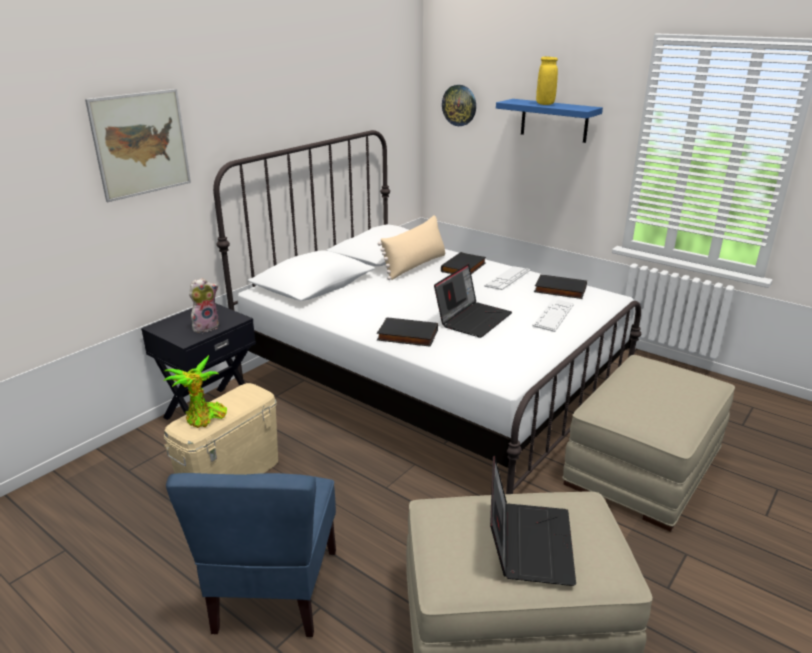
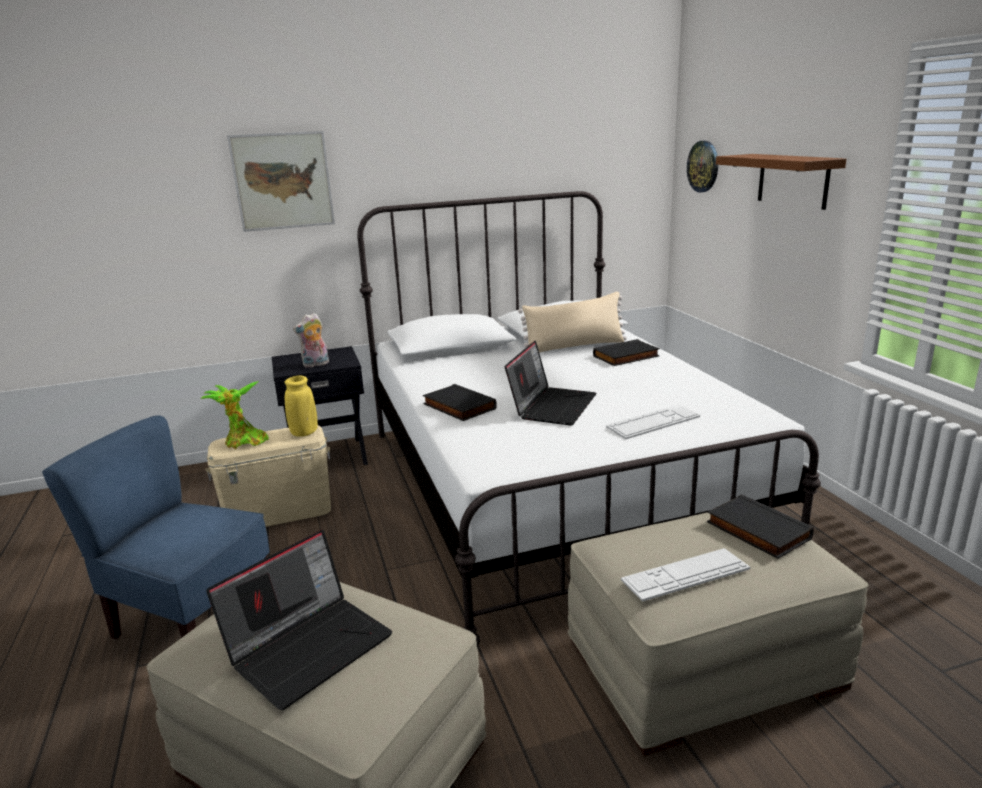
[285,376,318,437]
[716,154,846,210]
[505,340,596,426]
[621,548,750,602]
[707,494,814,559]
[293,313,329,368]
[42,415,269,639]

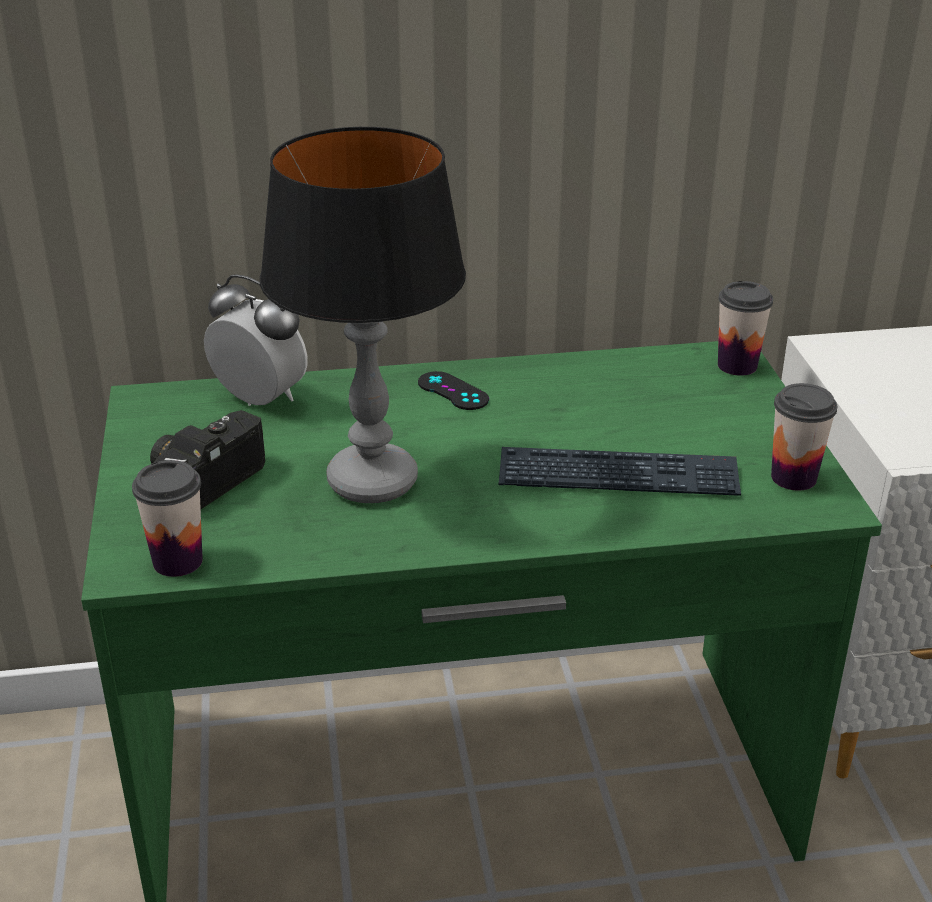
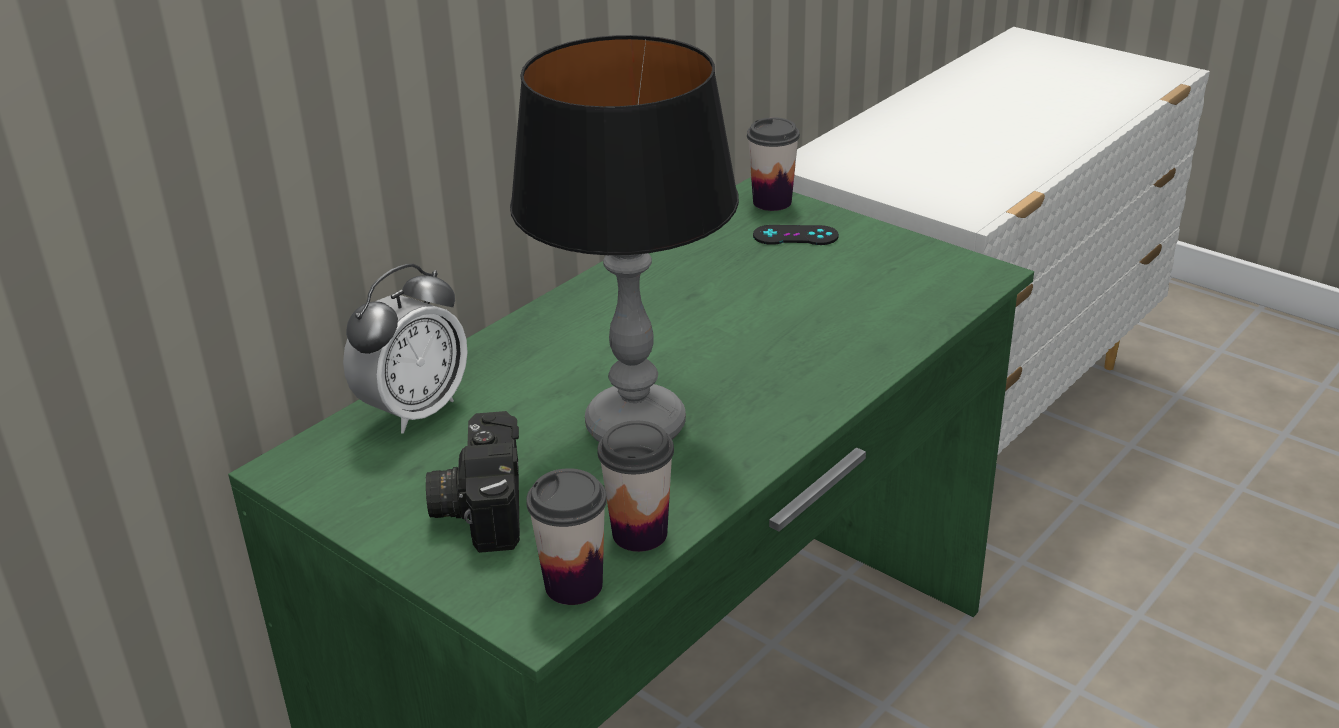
[343,263,468,434]
[753,225,839,245]
[598,421,674,552]
[499,447,741,496] (first image)

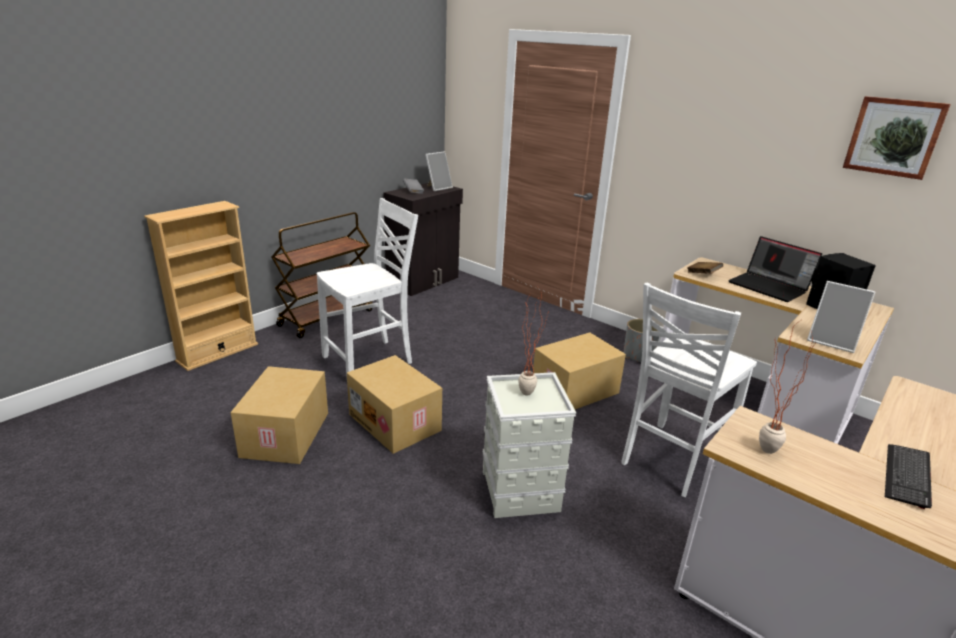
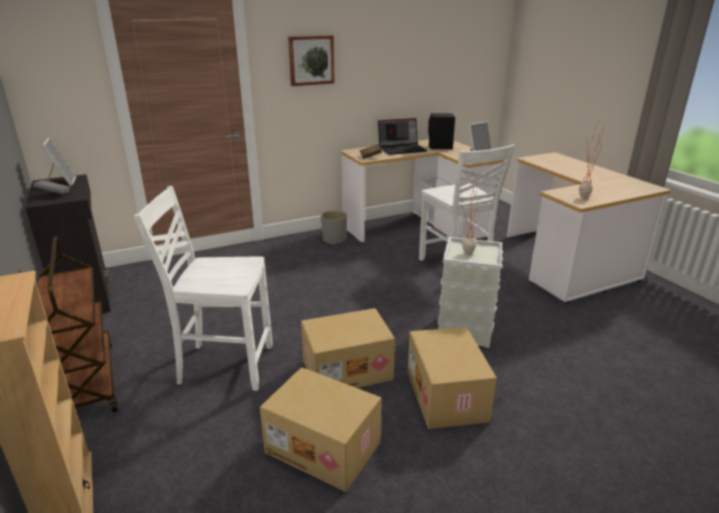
[288,35,335,86]
[134,186,273,391]
[408,327,497,429]
[885,444,932,509] (first image)

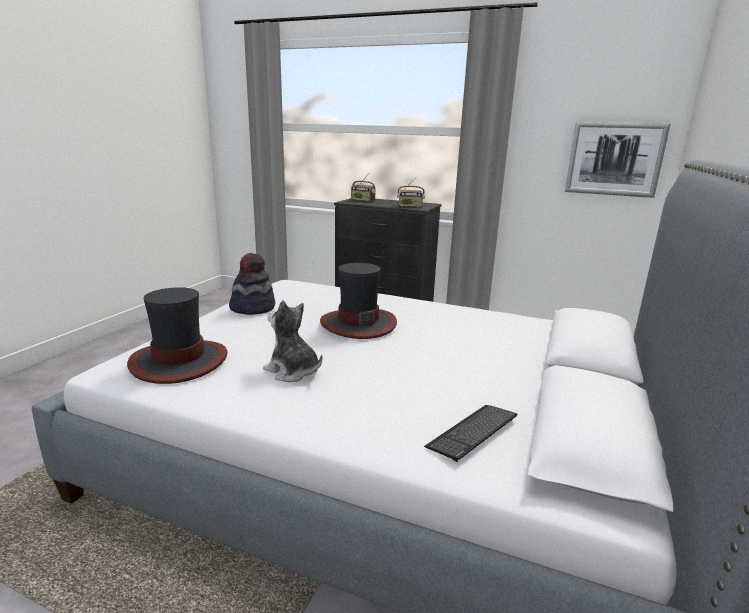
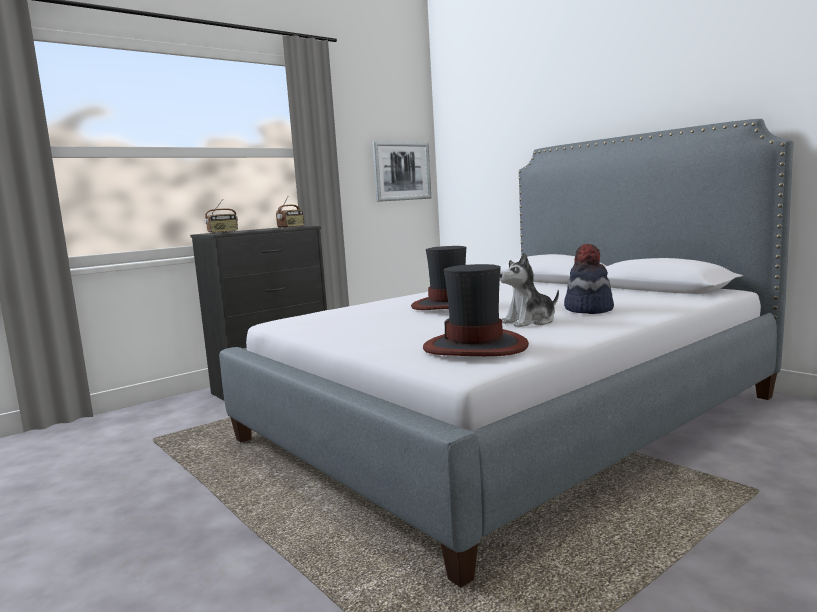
[564,244,614,314]
[424,405,517,462] (first image)

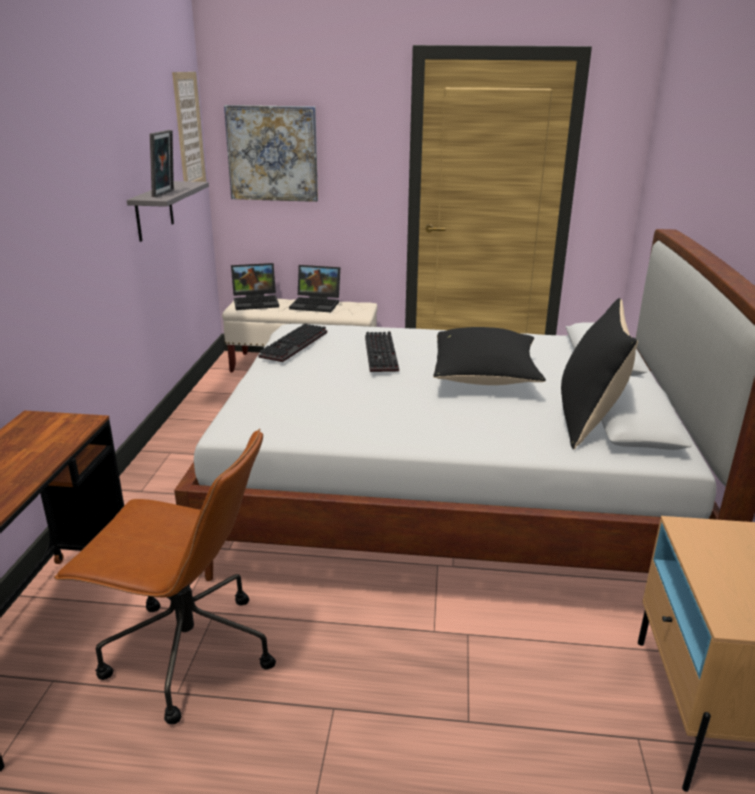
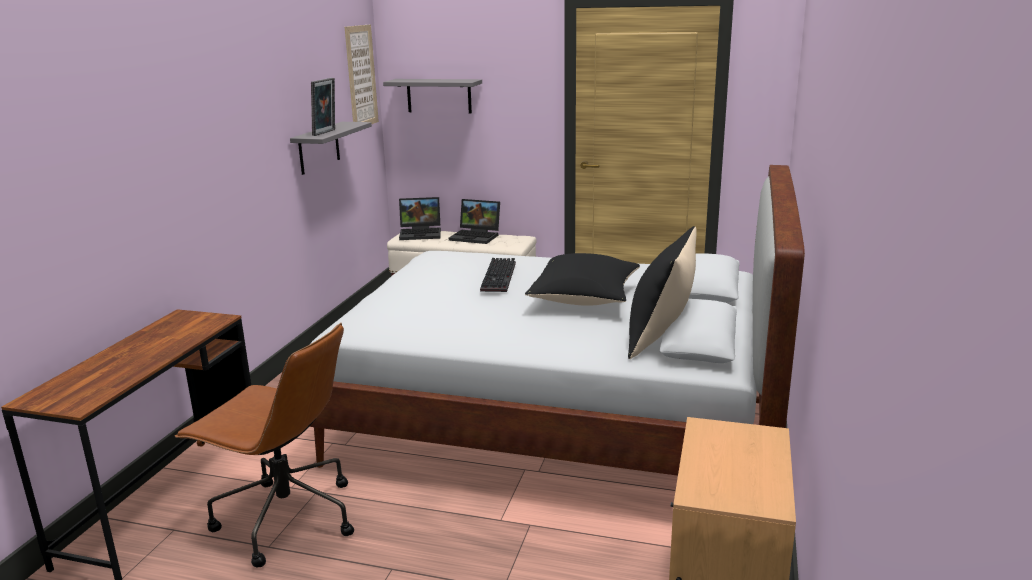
[383,79,482,113]
[258,323,327,362] (first image)

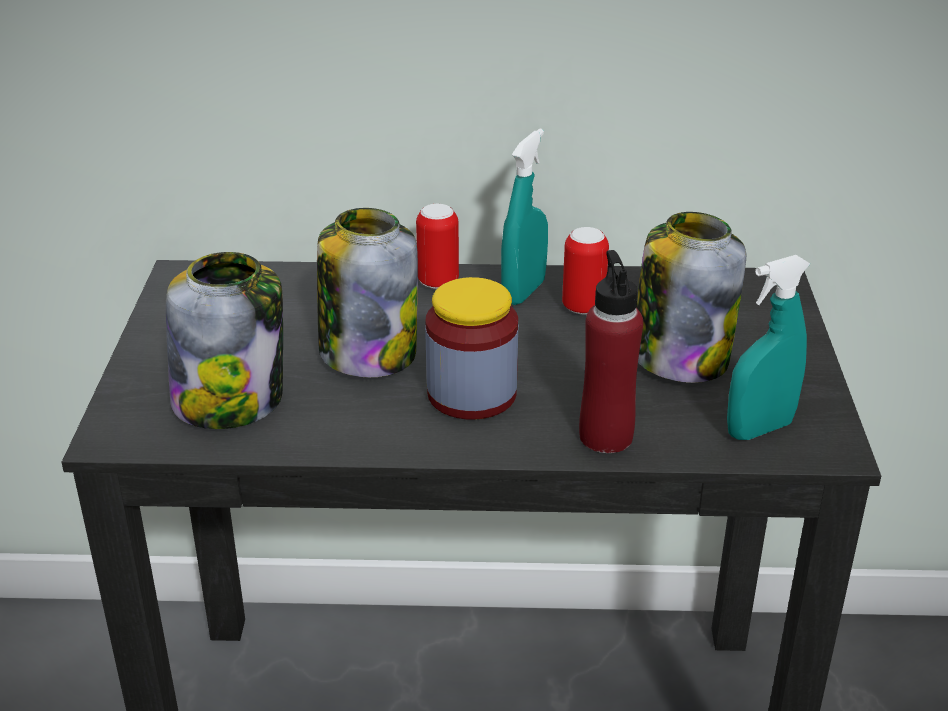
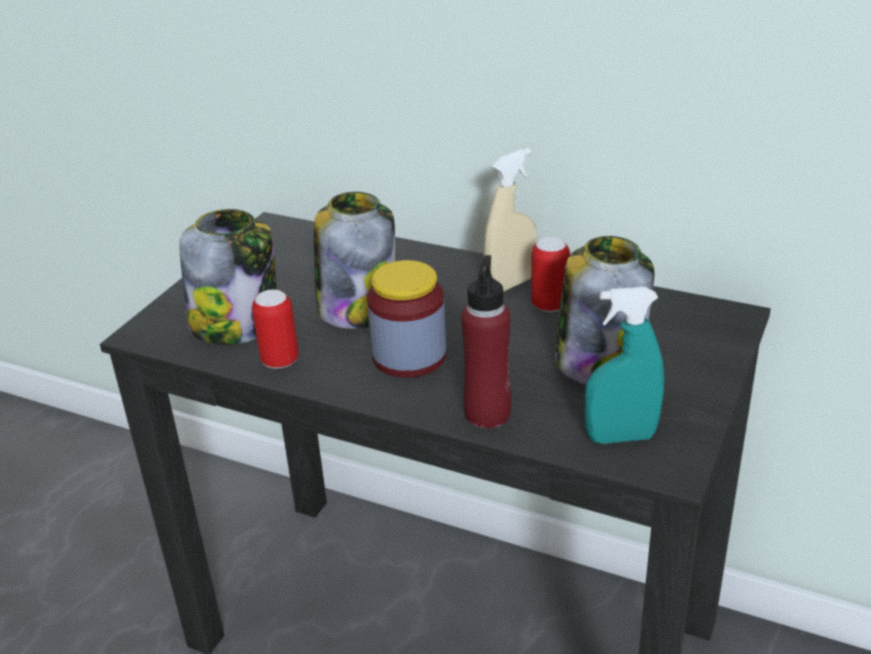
[484,148,536,292]
[252,289,299,369]

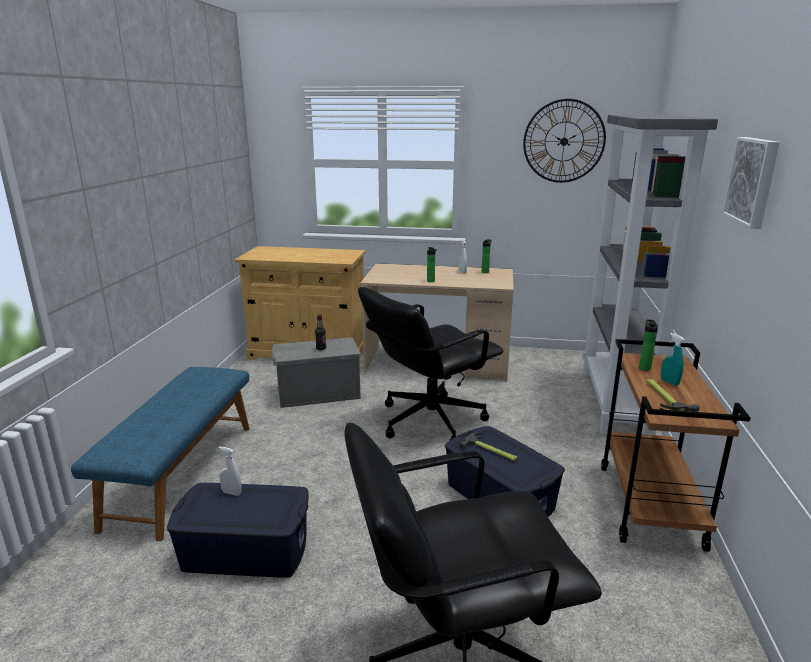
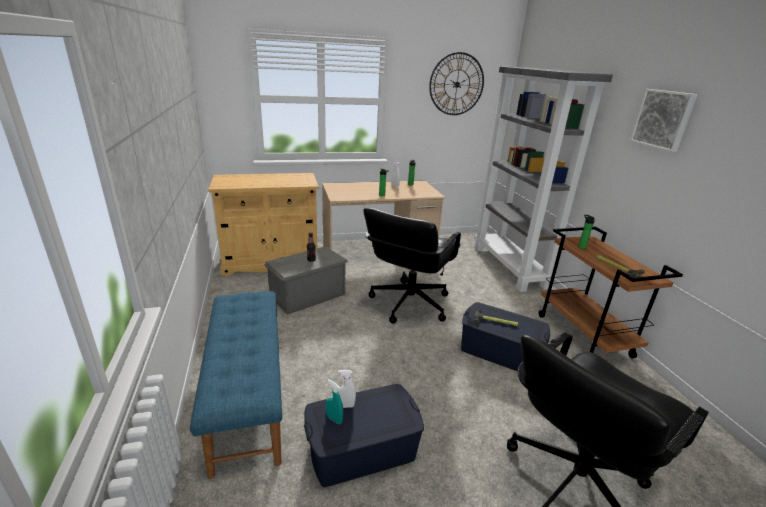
[326,379,343,424]

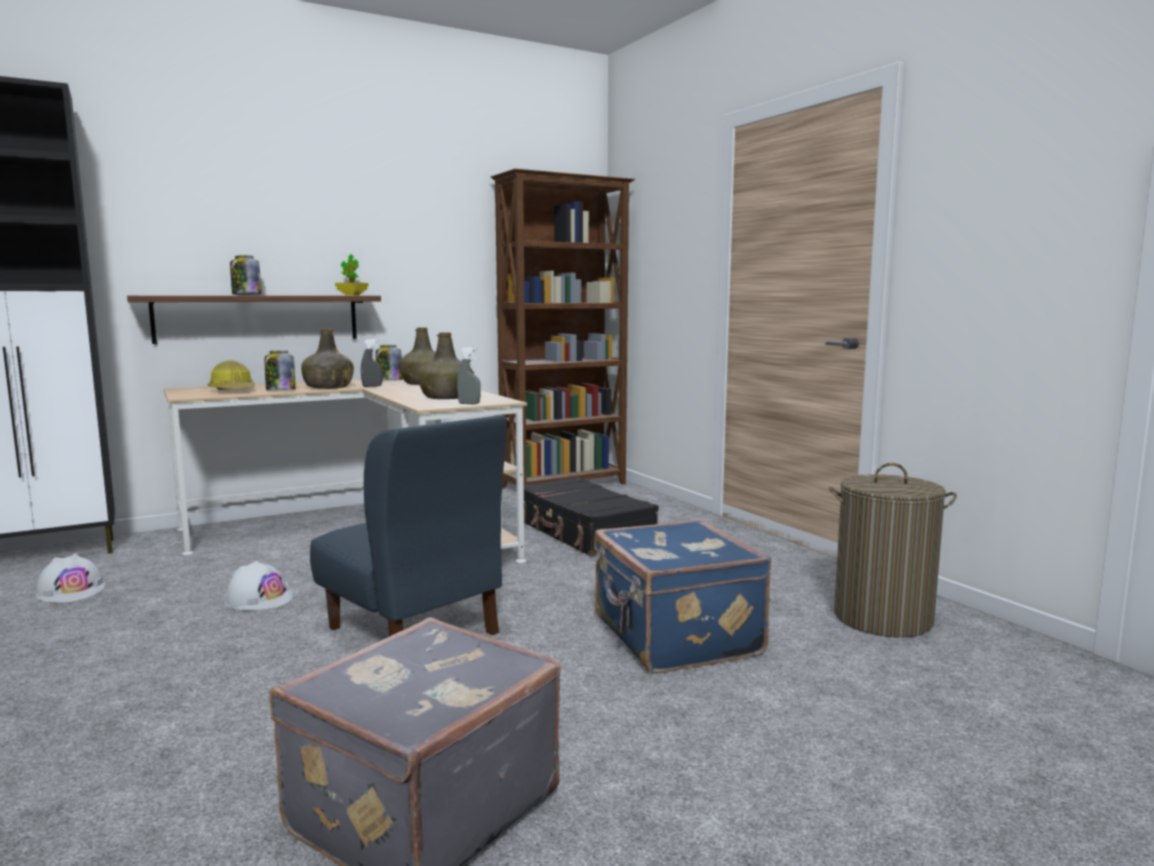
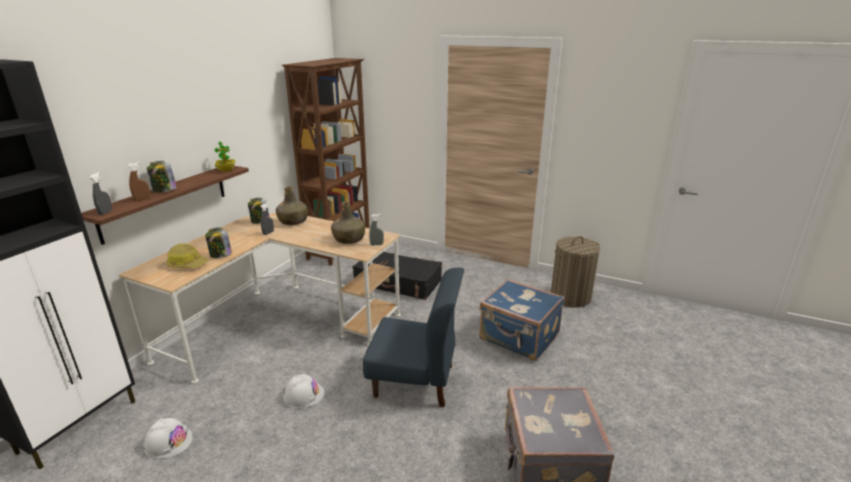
[301,328,354,389] (first image)
[128,162,150,201]
[90,172,112,215]

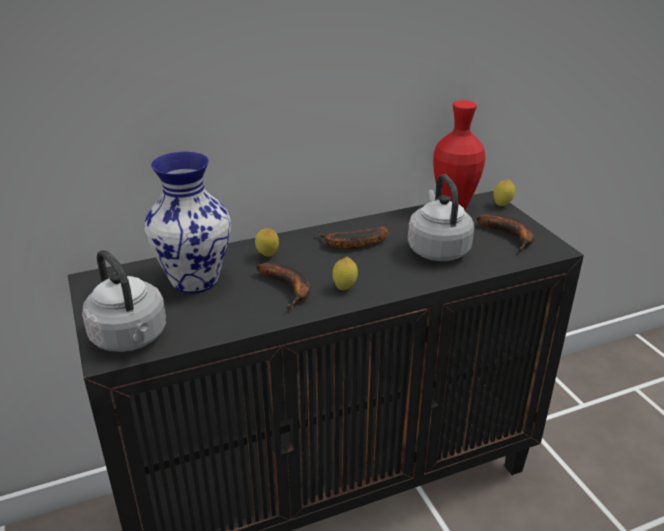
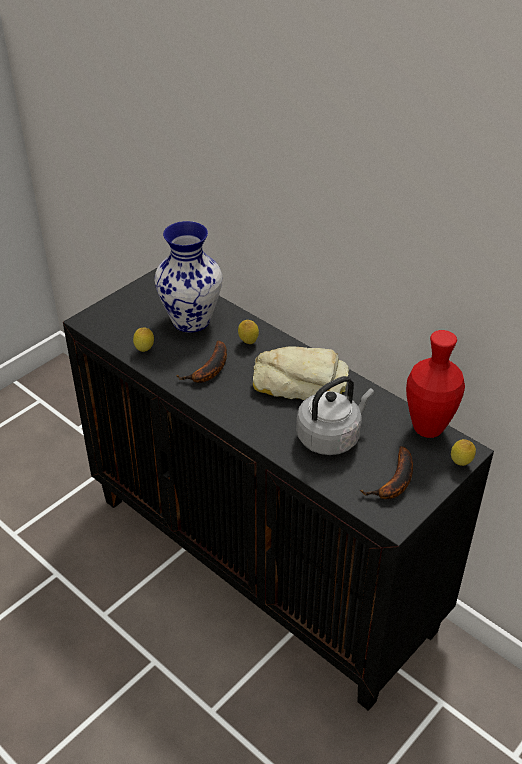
[253,346,349,400]
[82,250,166,352] (first image)
[133,328,154,352]

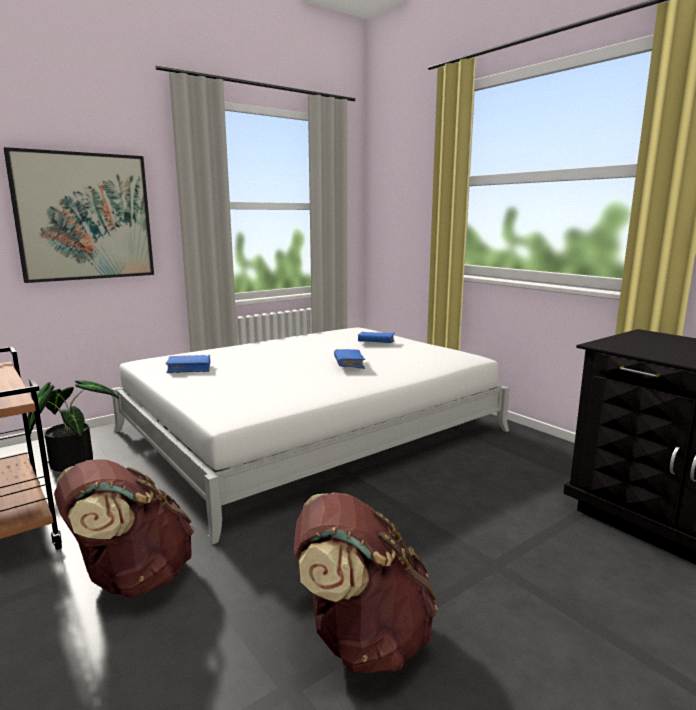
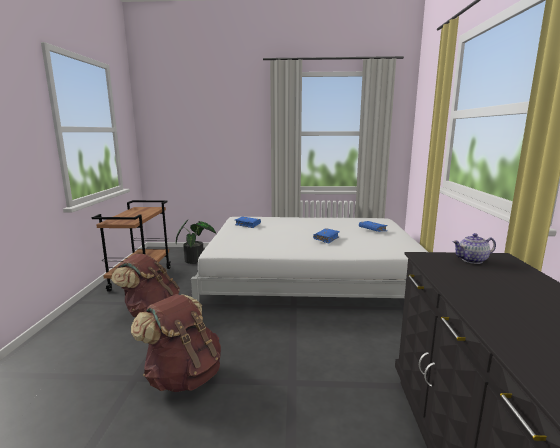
[4,147,154,283] (first image)
[453,233,496,264]

